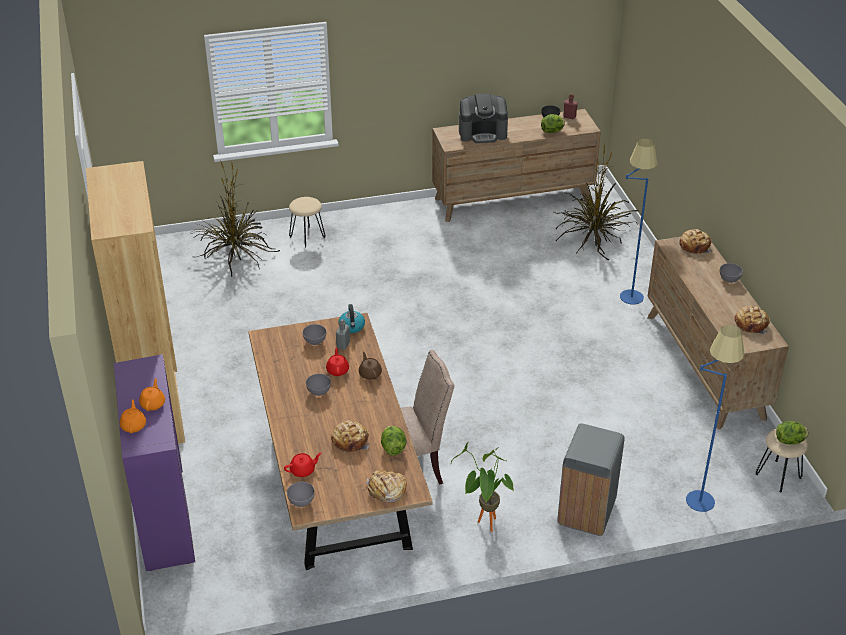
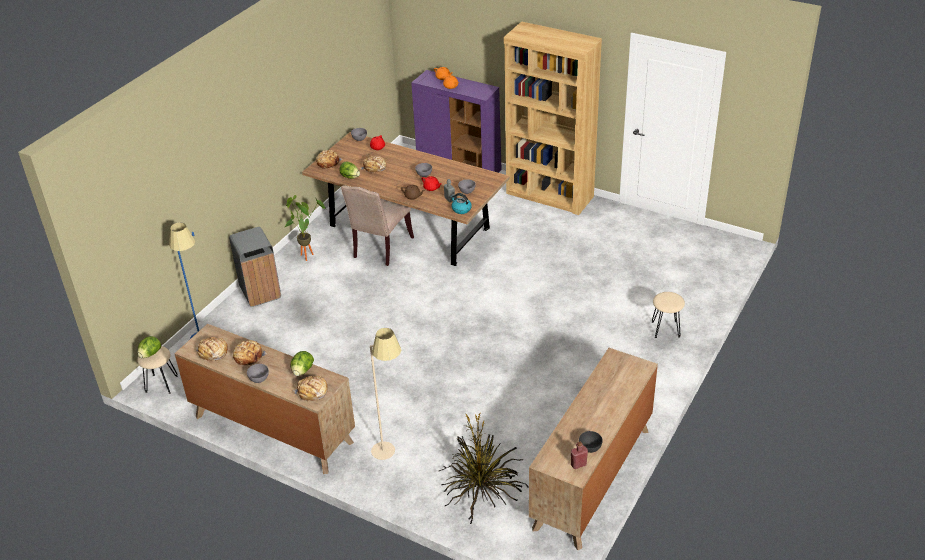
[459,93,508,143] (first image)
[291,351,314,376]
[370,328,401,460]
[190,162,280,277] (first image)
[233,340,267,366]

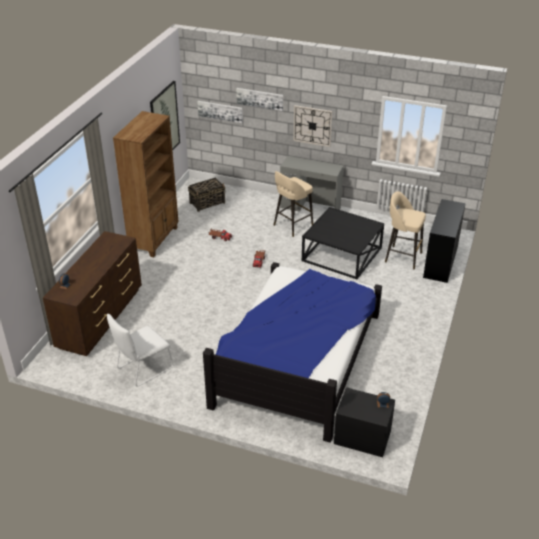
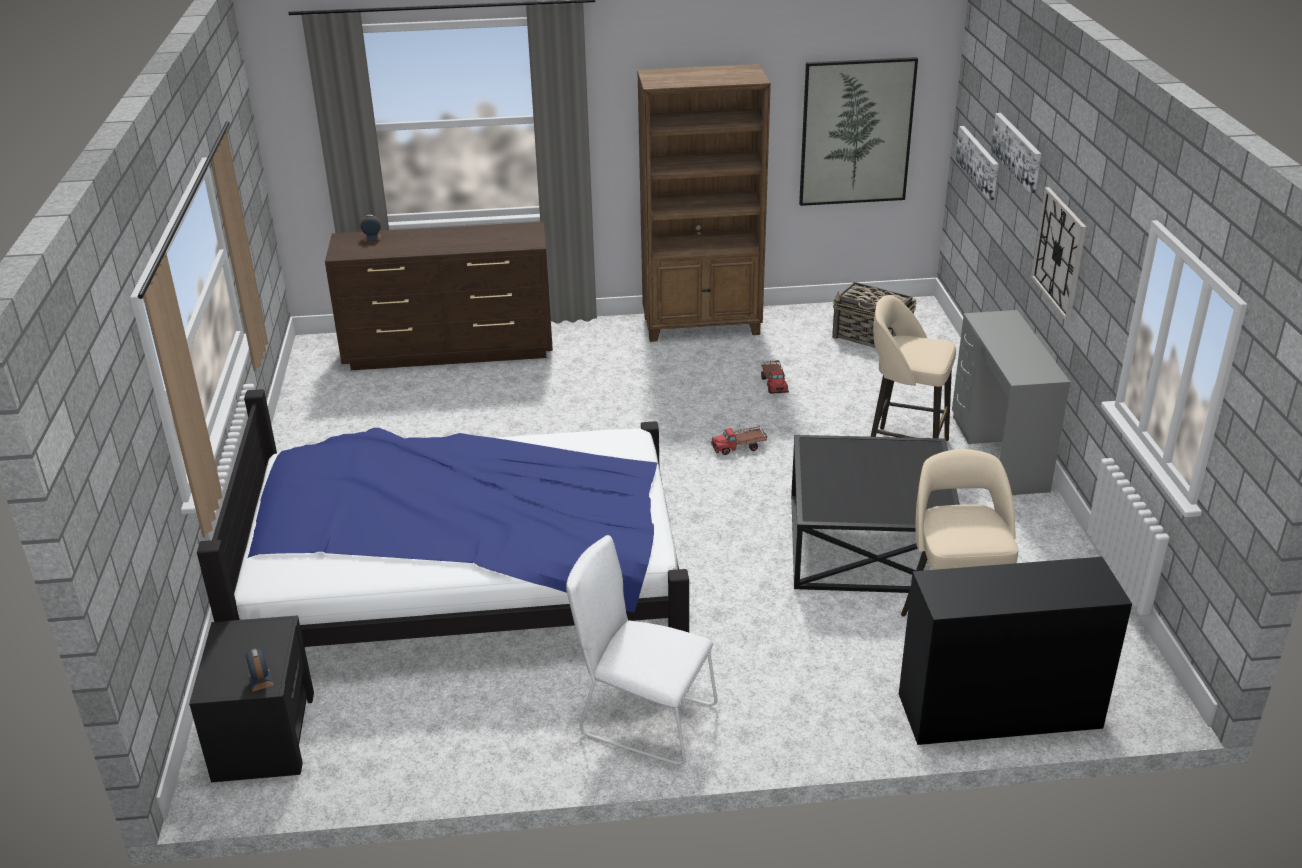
[566,535,718,765]

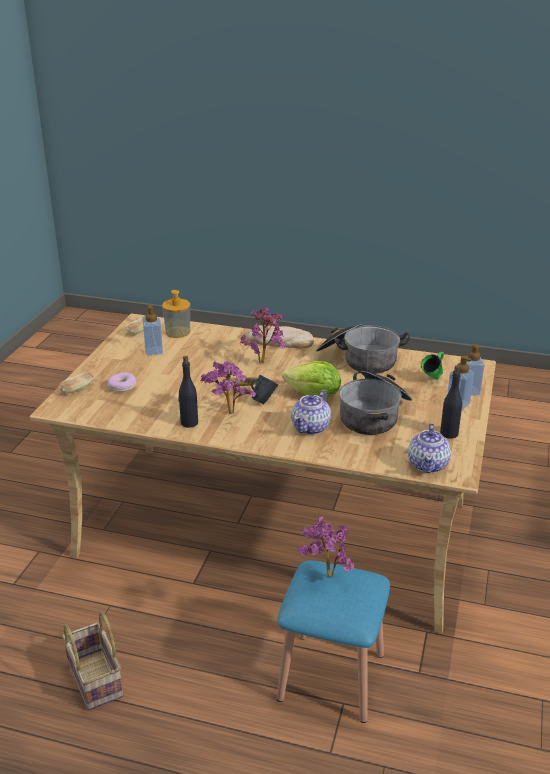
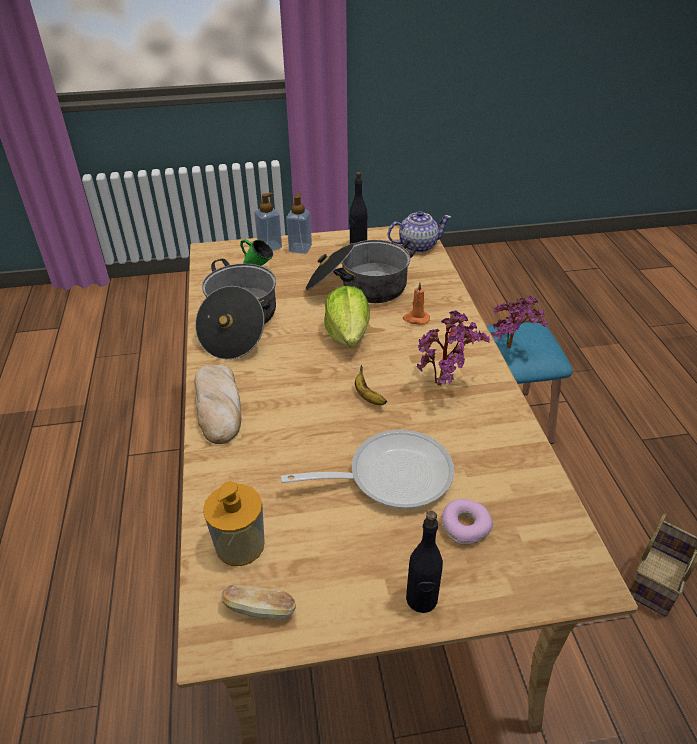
[143,305,163,355] (first image)
[240,307,287,363] (first image)
[406,511,443,613]
[59,372,95,393] (first image)
[251,375,278,405] (first image)
[403,282,430,325]
[281,430,454,509]

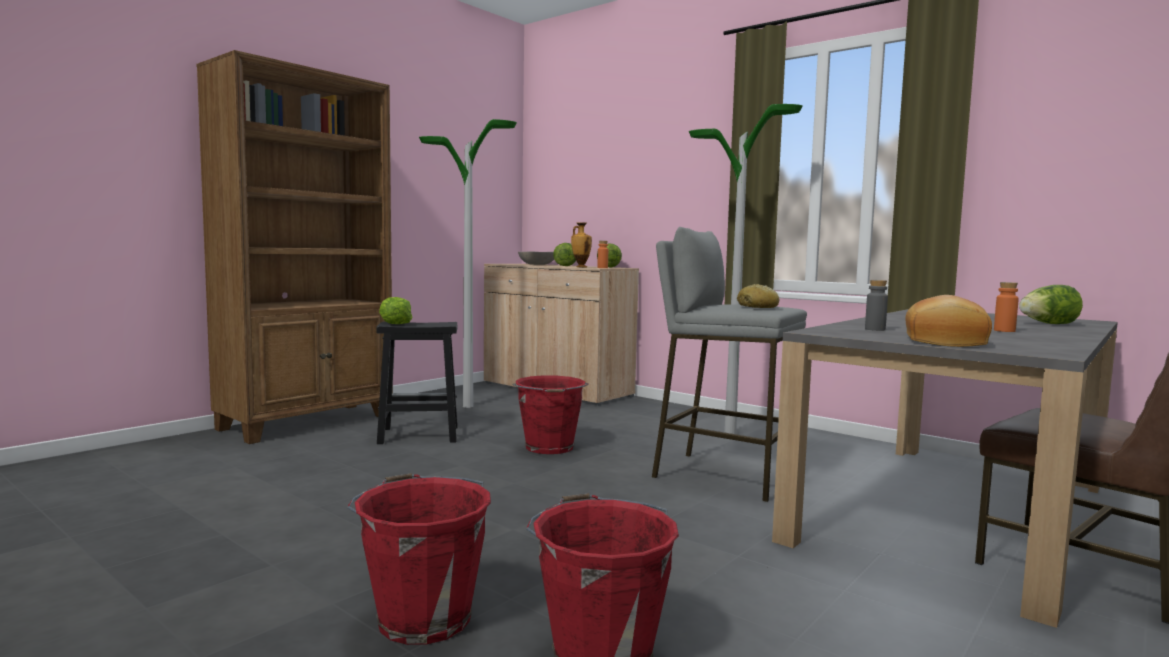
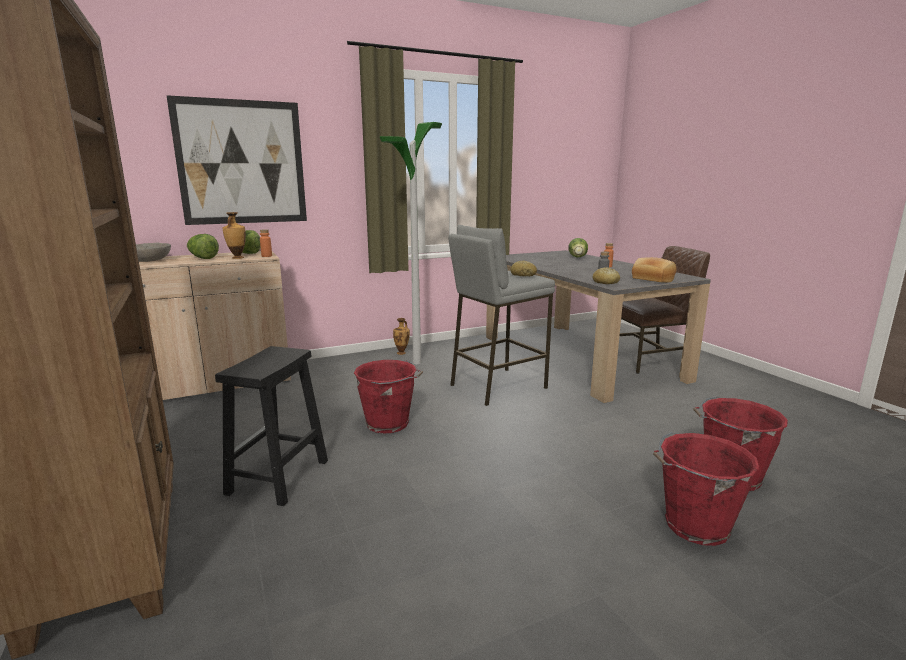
[419,119,517,408] (first image)
[379,297,413,324] (first image)
[166,95,307,225]
[592,267,620,284]
[393,318,410,355]

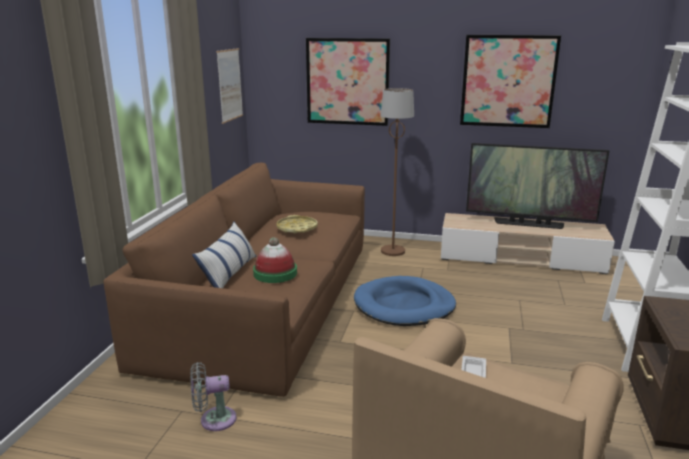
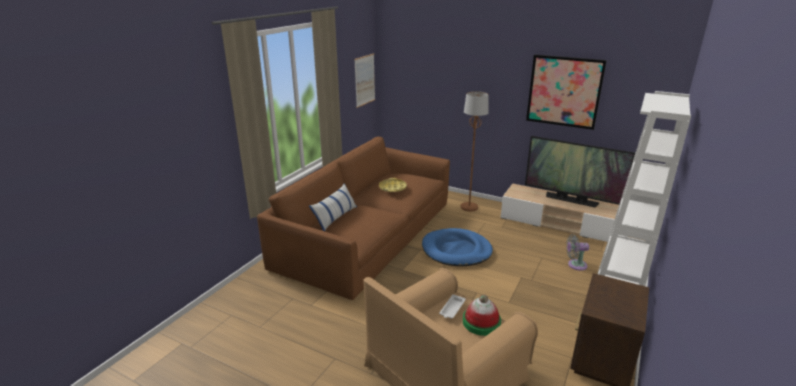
[306,38,390,126] (first image)
[463,294,501,336]
[566,234,589,271]

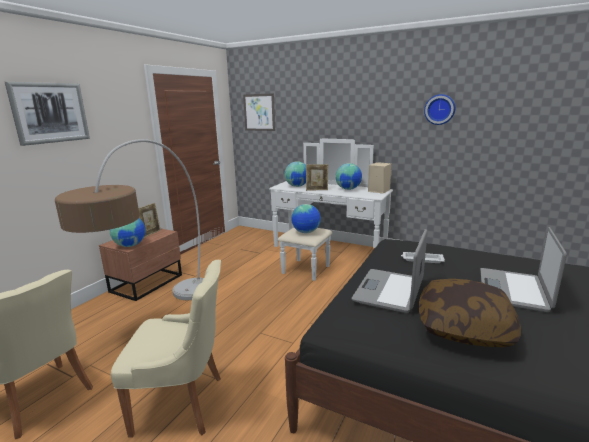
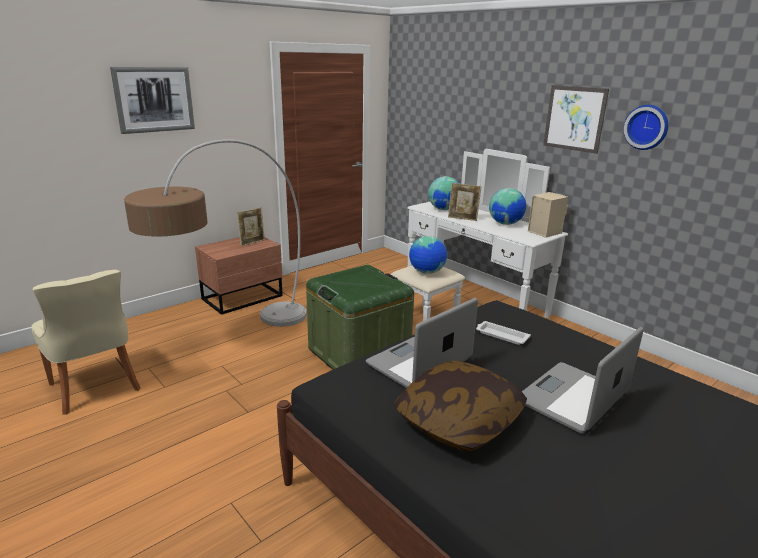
[543,85,609,154]
[110,218,145,247] (first image)
[111,260,221,438] (first image)
[306,265,414,370]

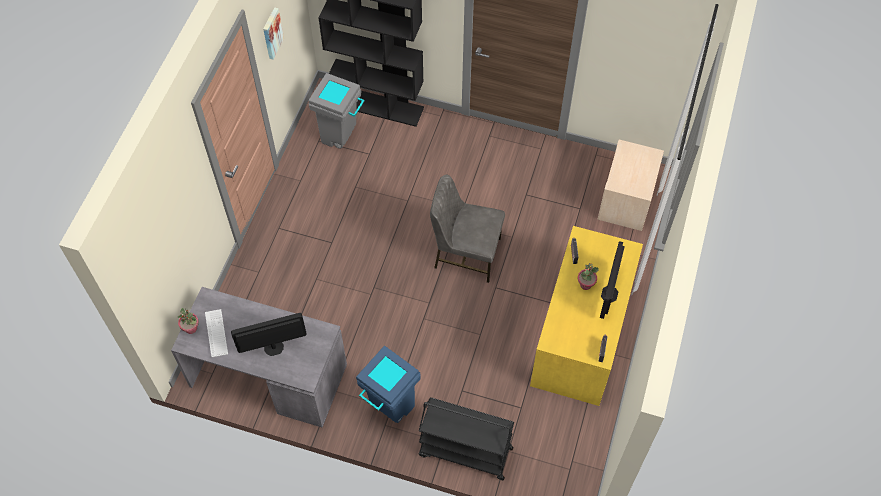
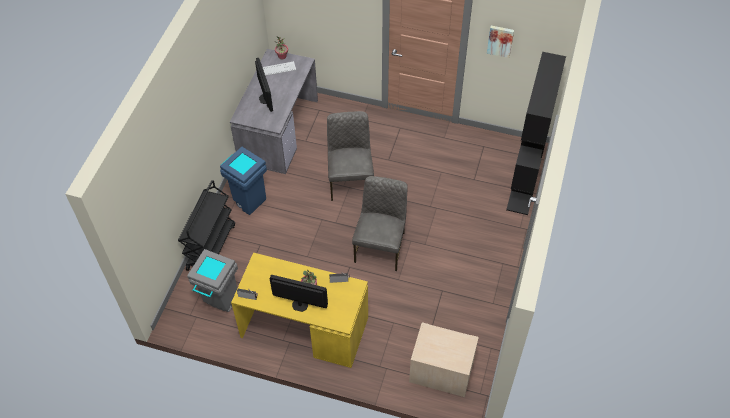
[187,249,238,312]
[327,111,374,201]

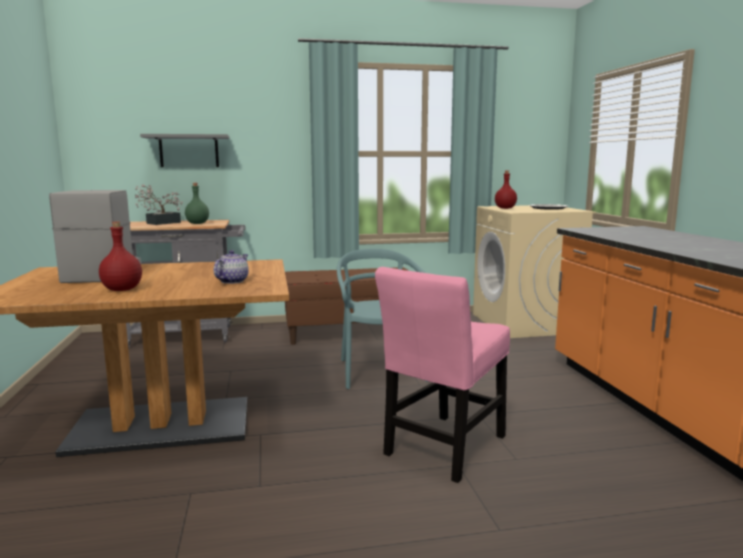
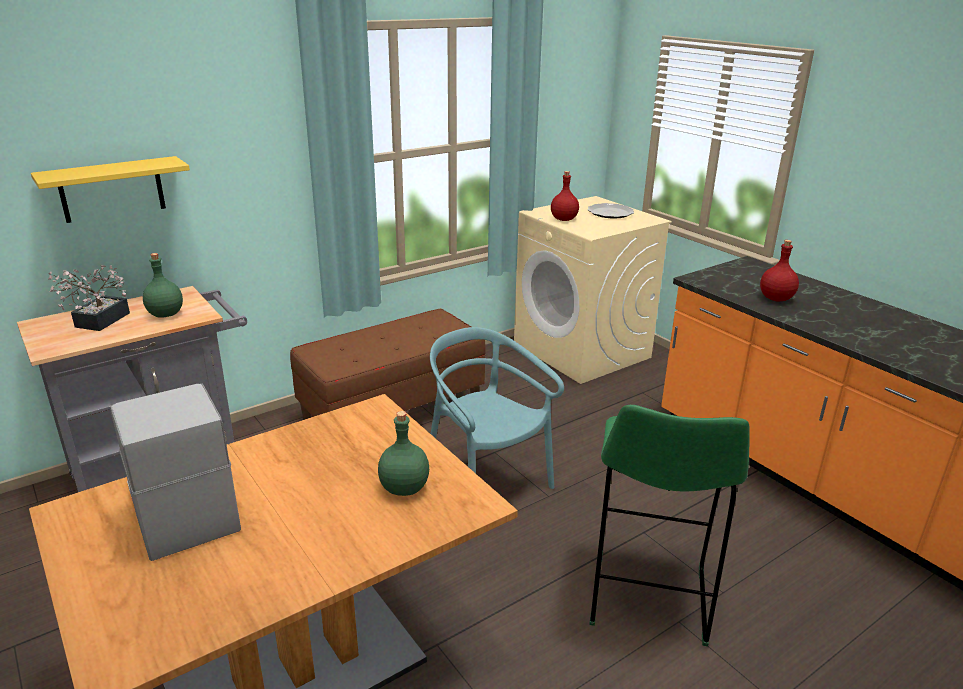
[31,156,190,223]
[760,240,799,302]
[378,411,429,496]
[589,405,750,646]

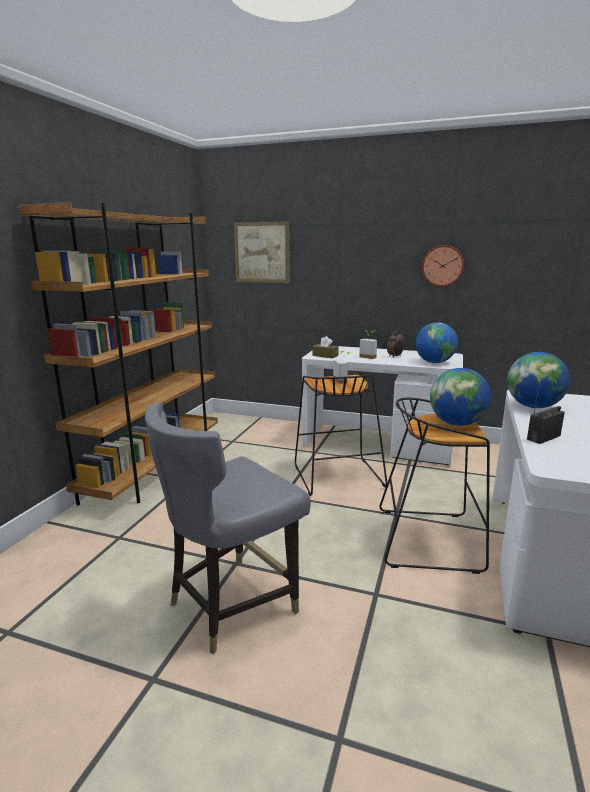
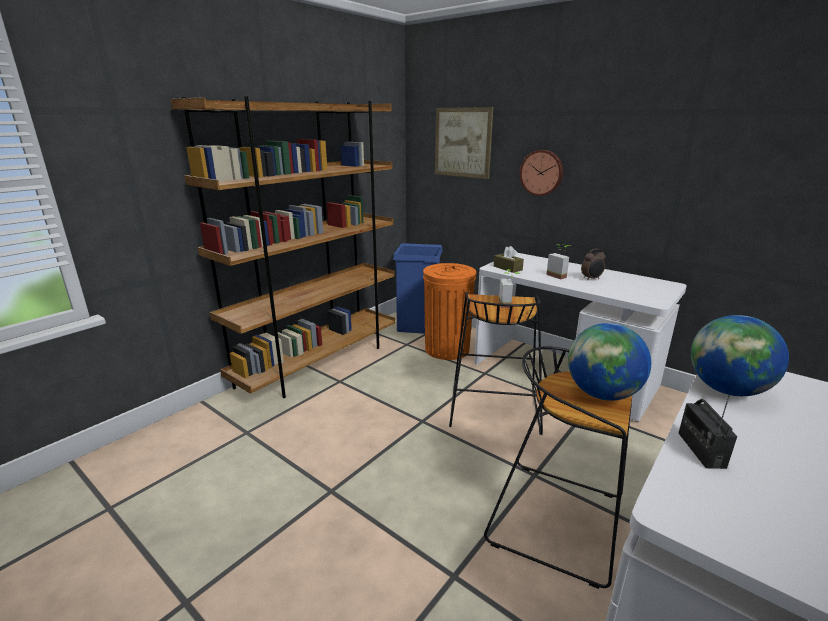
[520,150,563,196]
[416,322,458,363] (first image)
[678,395,737,469]
[145,402,311,654] (first image)
[393,243,443,334]
[423,263,476,360]

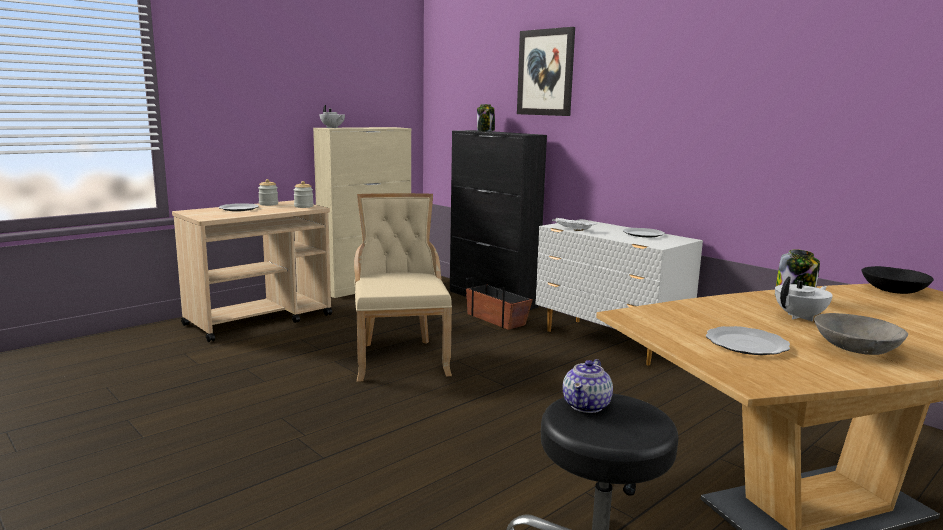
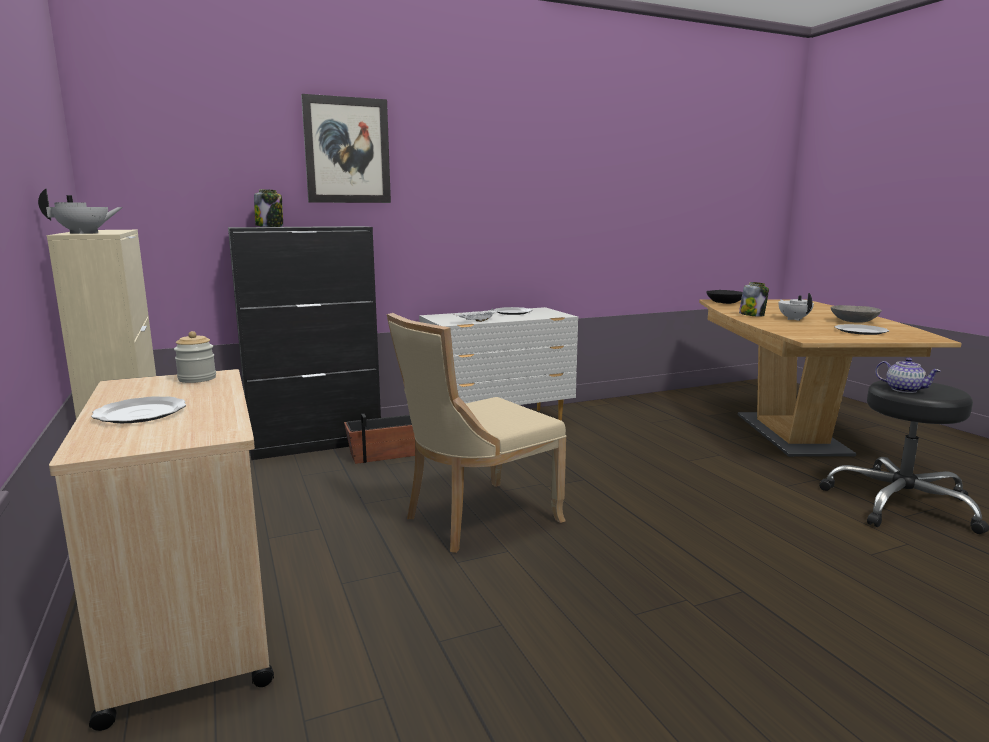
[258,179,278,206] (first image)
[387,313,566,553]

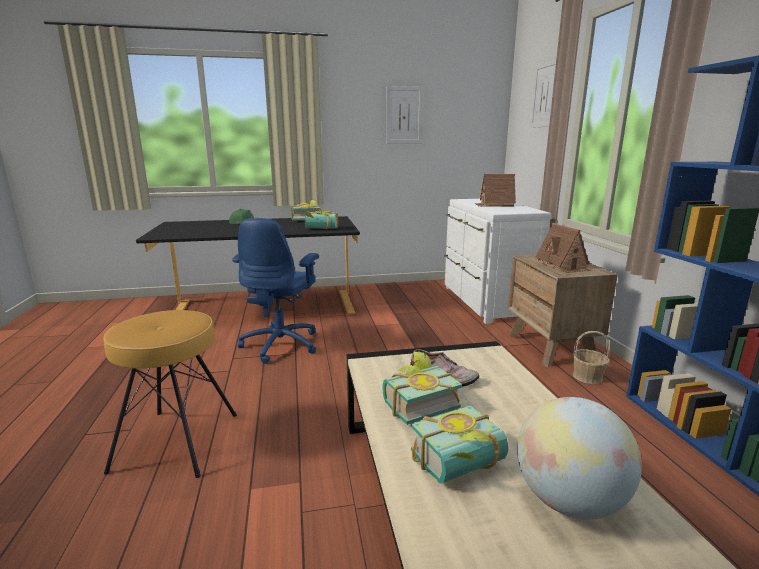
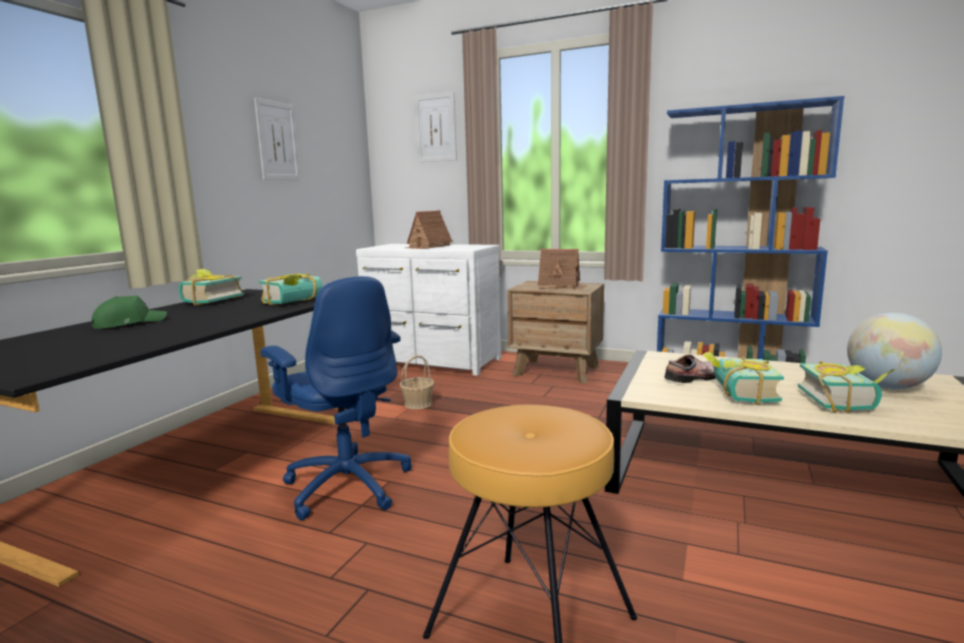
[400,355,435,409]

